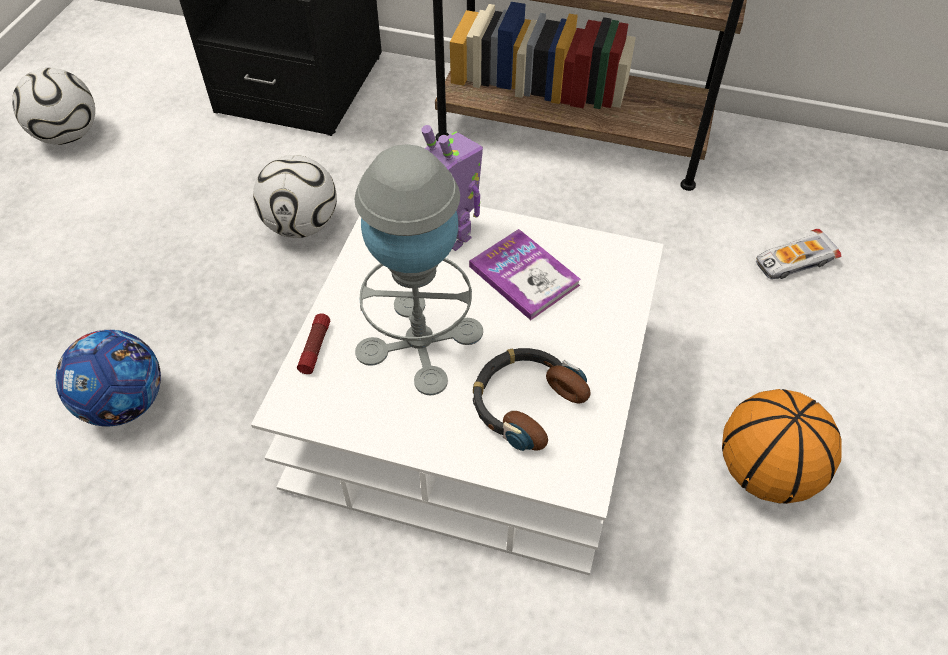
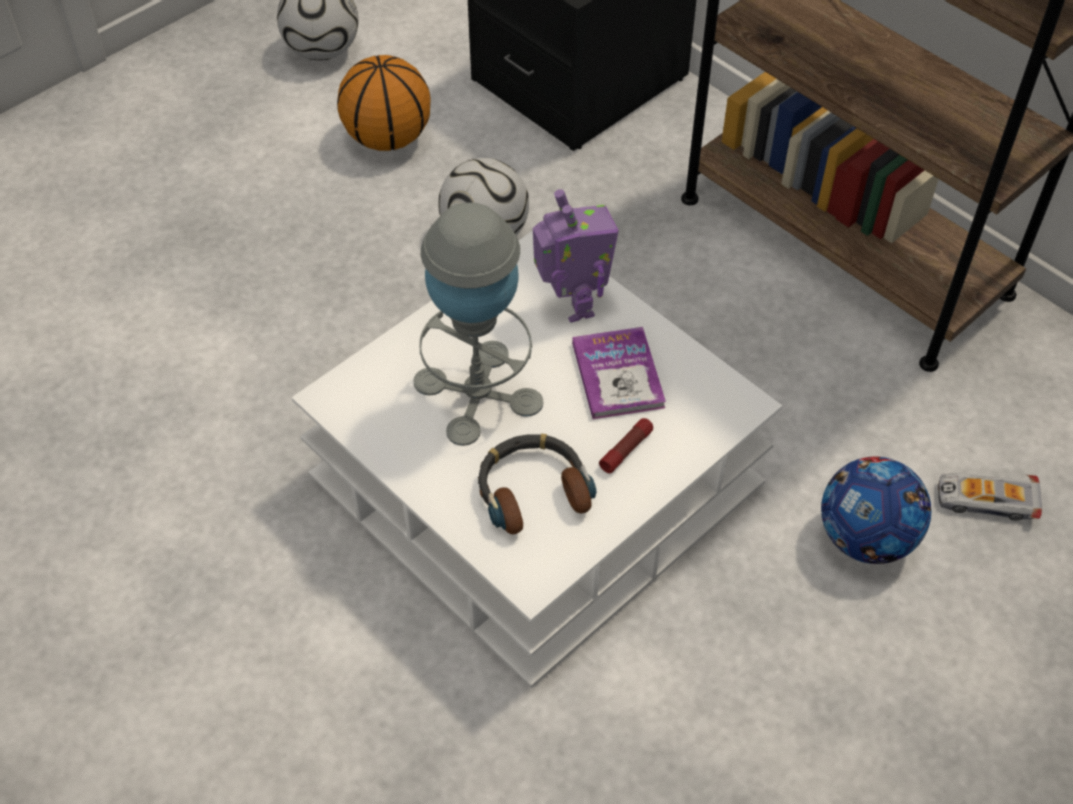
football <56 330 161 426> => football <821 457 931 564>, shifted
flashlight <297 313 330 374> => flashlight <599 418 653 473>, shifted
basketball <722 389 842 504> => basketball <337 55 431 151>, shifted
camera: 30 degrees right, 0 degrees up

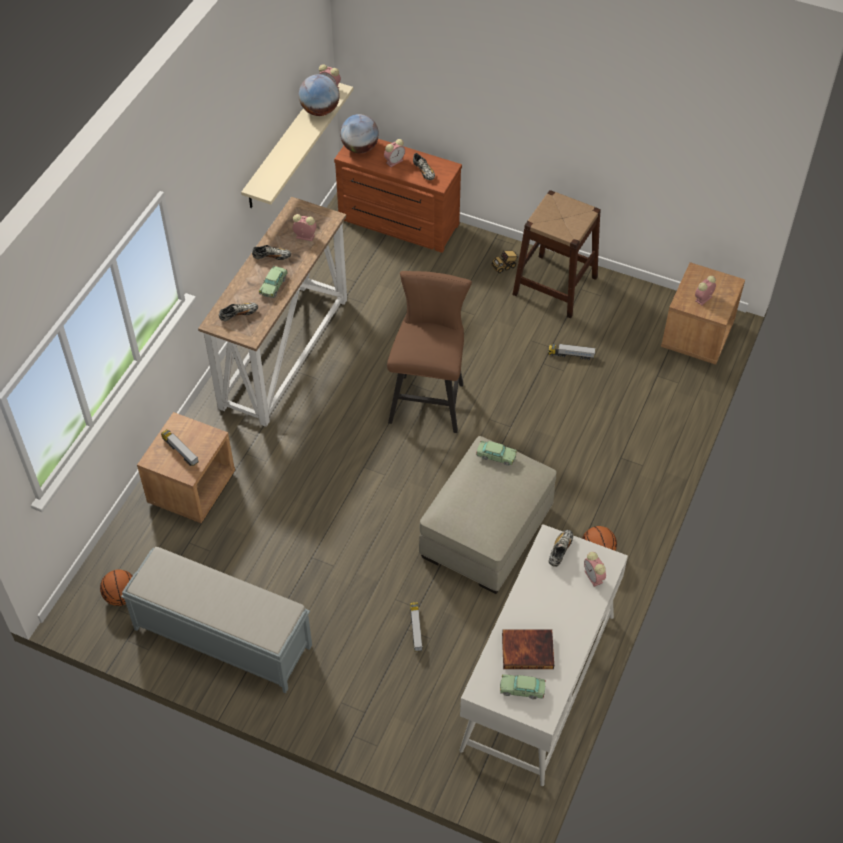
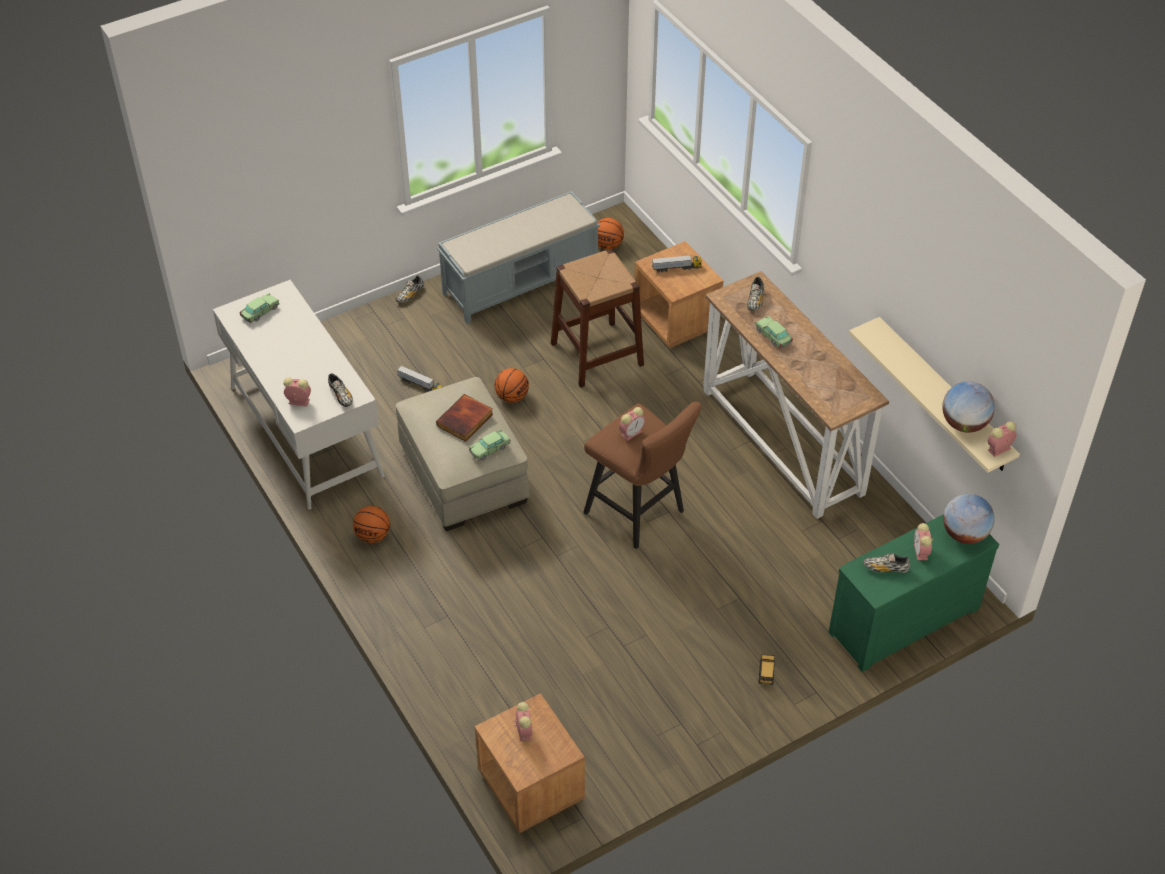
shoe <252 245 291 260> => shoe <396 275 424 303>, shifted
alarm clock <293 214 316 241> => alarm clock <619 407 645 441>, shifted
dresser/brown <334 139 462 253> => dresser/green <828 515 999 672>
book <502 629 554 669> => book <436 394 493 442>, shifted
stool/brown <512 190 601 318> => stool/brown <551 249 644 388>, shifted
toy truck <548 344 595 360> => nothing
nothing => basketball <494 368 529 403>
camera: 125 degrees right, 5 degrees down

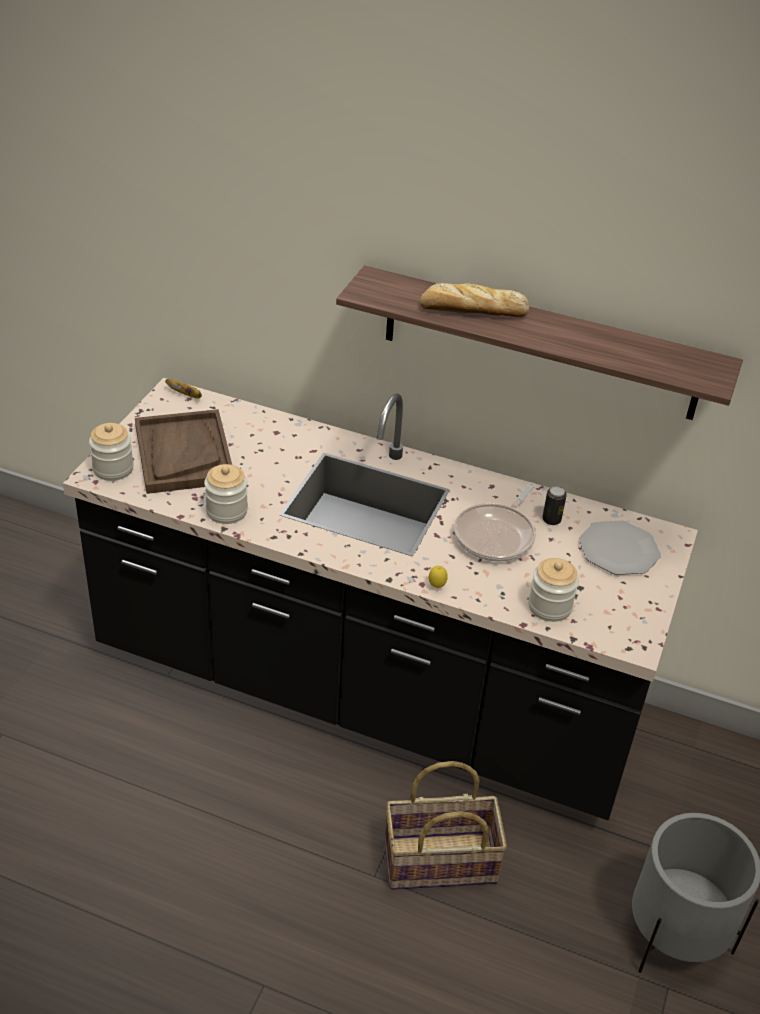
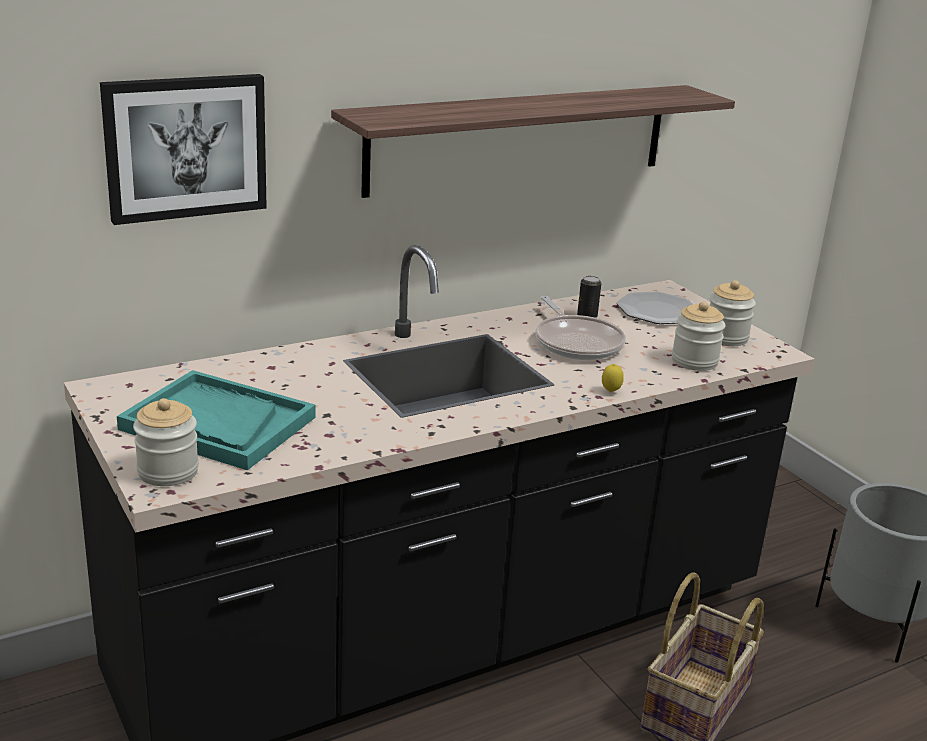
tray/brown <135 409 232 494> => tray/turquoise <117 370 315 470>
banana <165 379 202 399> => nothing
jar <204 464 248 524> => jar <709 280 756 346>, shifted
bread <420 283 530 317> => nothing
nothing => picture <100 74 267 225>
camera: 50 degrees left, 15 degrees down

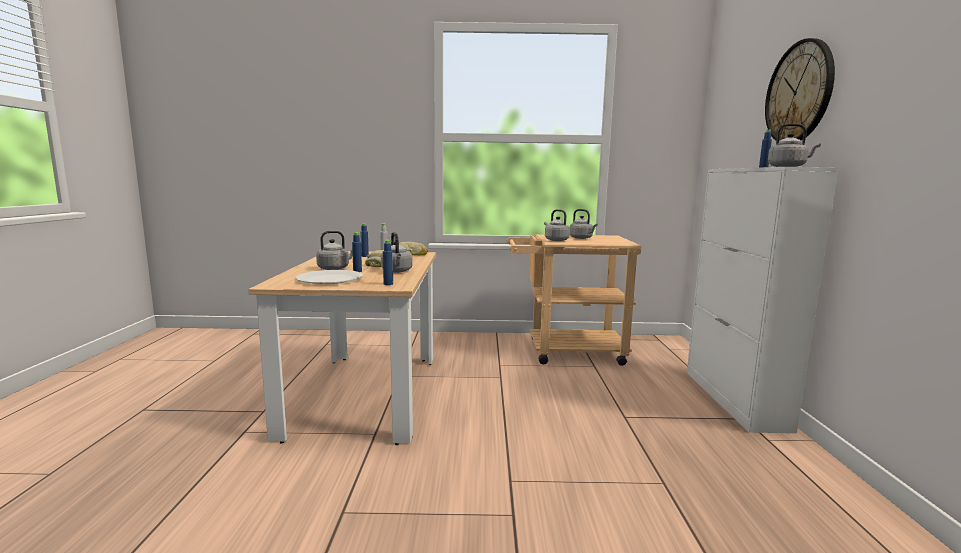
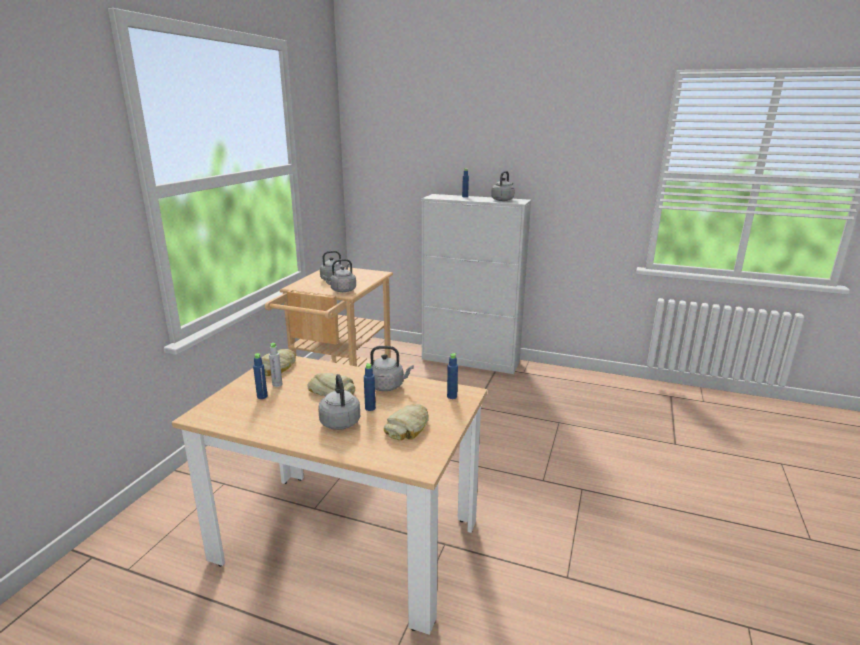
plate/white <296 270 363 284> => bread <384 404 428 441>
wall clock <765 38 835 141> => nothing
camera: 70 degrees left, 10 degrees up

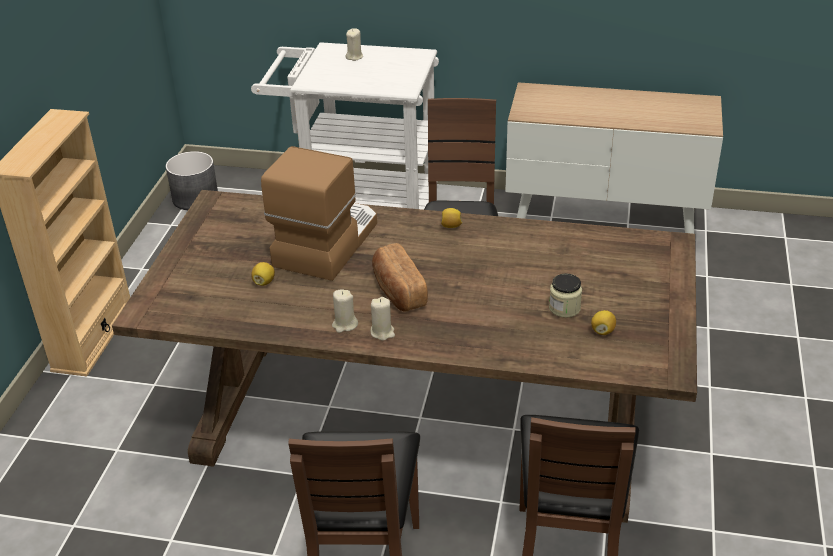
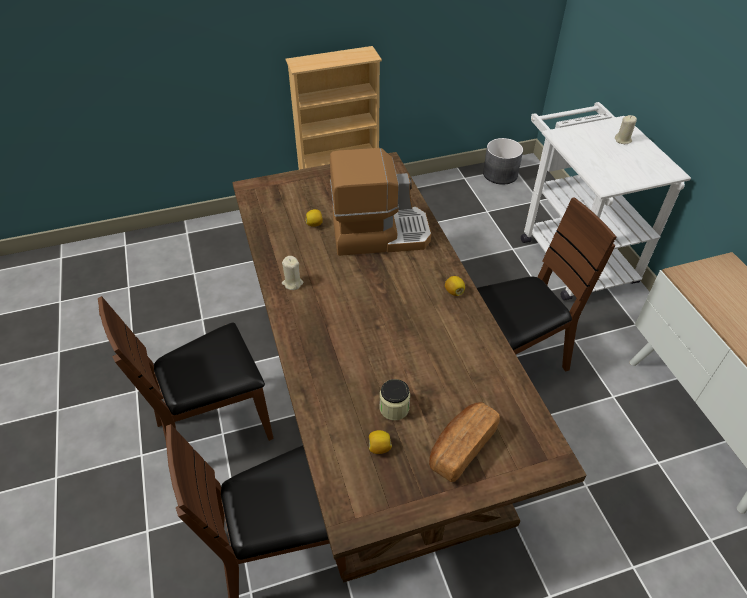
candle/beige <371 297 395 341> => nothing
bread <372 243 428 312> => bread <429 402 500 482>, shifted
camera: 60 degrees right, 10 degrees up

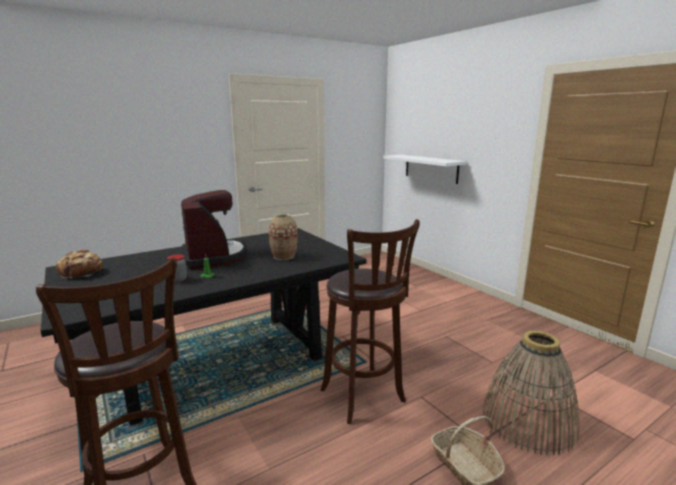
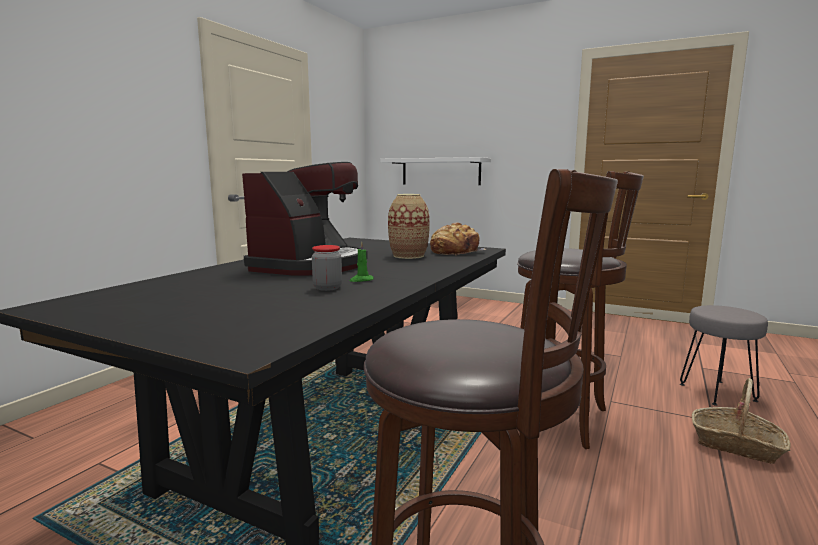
bread <55 249 103 278> => bread <430 222 487 256>, shifted
coffee machine <181 190 247 269> => coffee machine <242 162 368 275>, 75 degrees clockwise
basket <483 331 579 455> => stool/grey <680 305 768 406>
camera: 30 degrees left, 5 degrees down

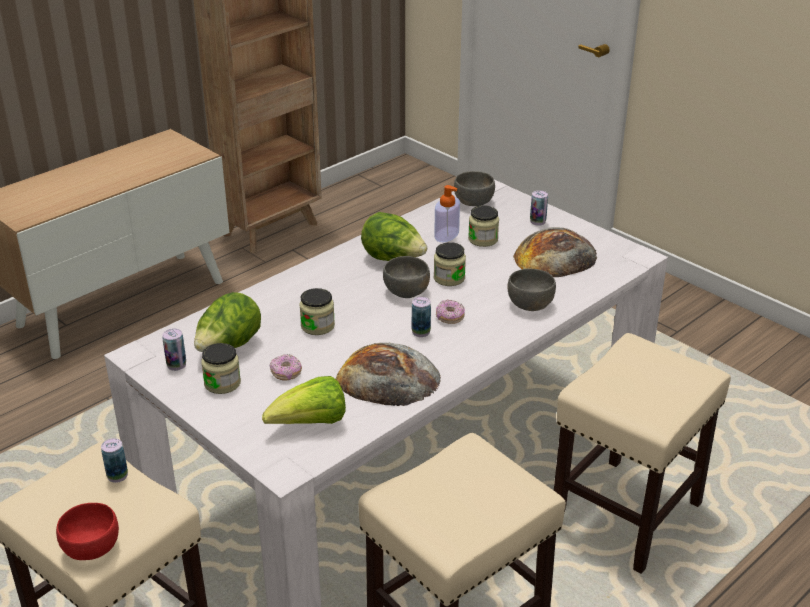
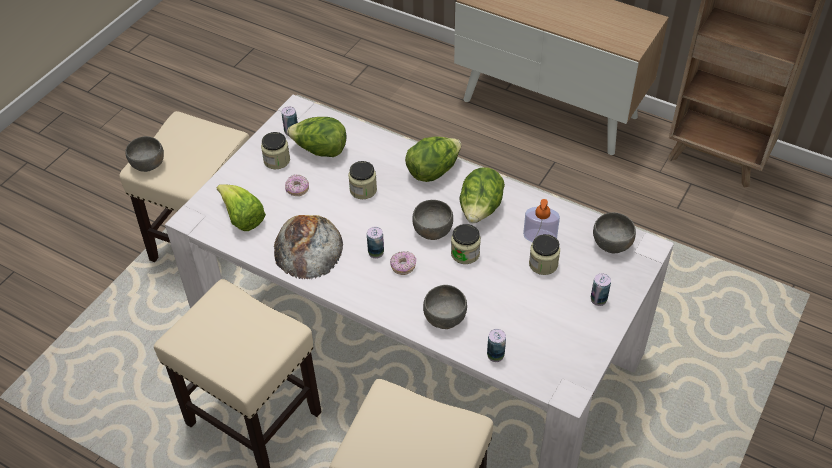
bowl/red <56 503 119 560> => bowl/grey <125 136 164 172>
can <101 438 128 483> => can <487 329 506 362>, shifted
bread <513 227 597 277> => nothing
nothing => lettuce <405 136 462 182>
camera: 75 degrees right, 15 degrees up

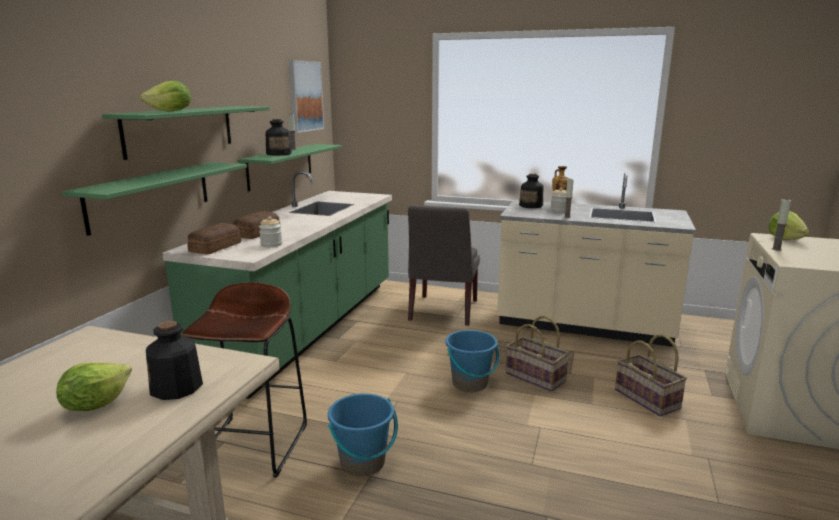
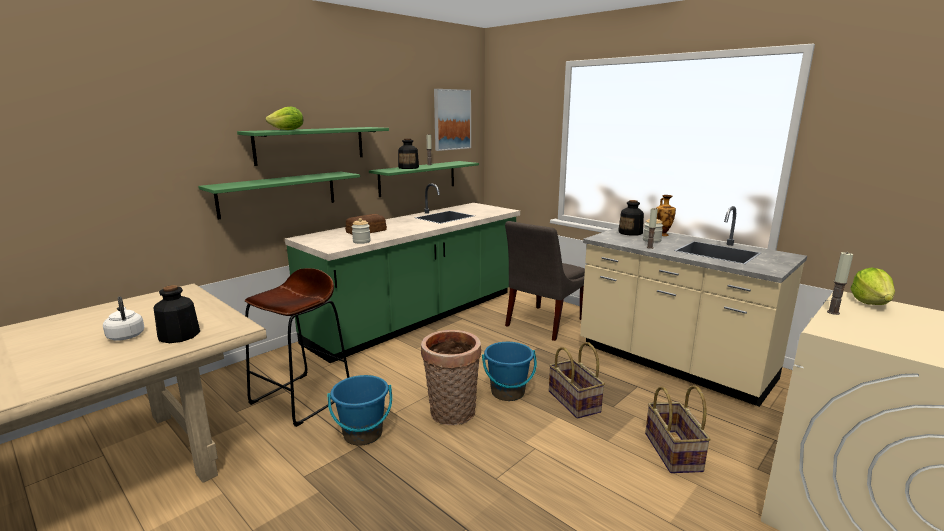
lettuce <56 363 132 411> => kettle/white <103 296 144 341>
bread <188 223 241 254> => nothing
nothing => basket <421 330 481 425>
camera: 25 degrees right, 0 degrees up

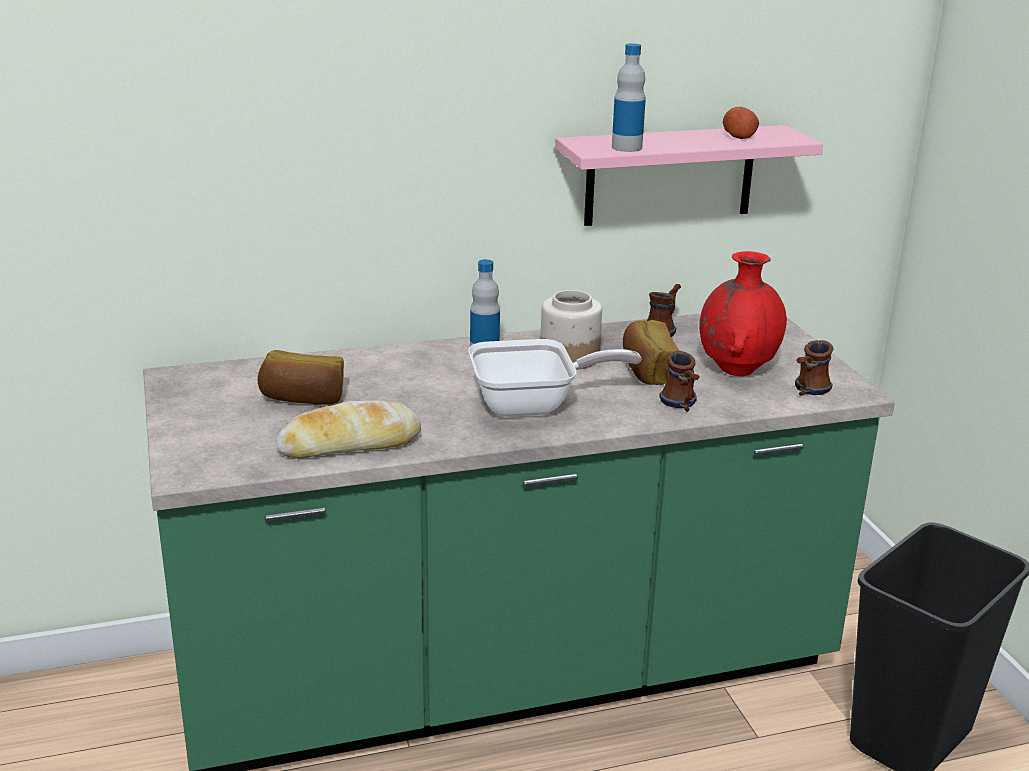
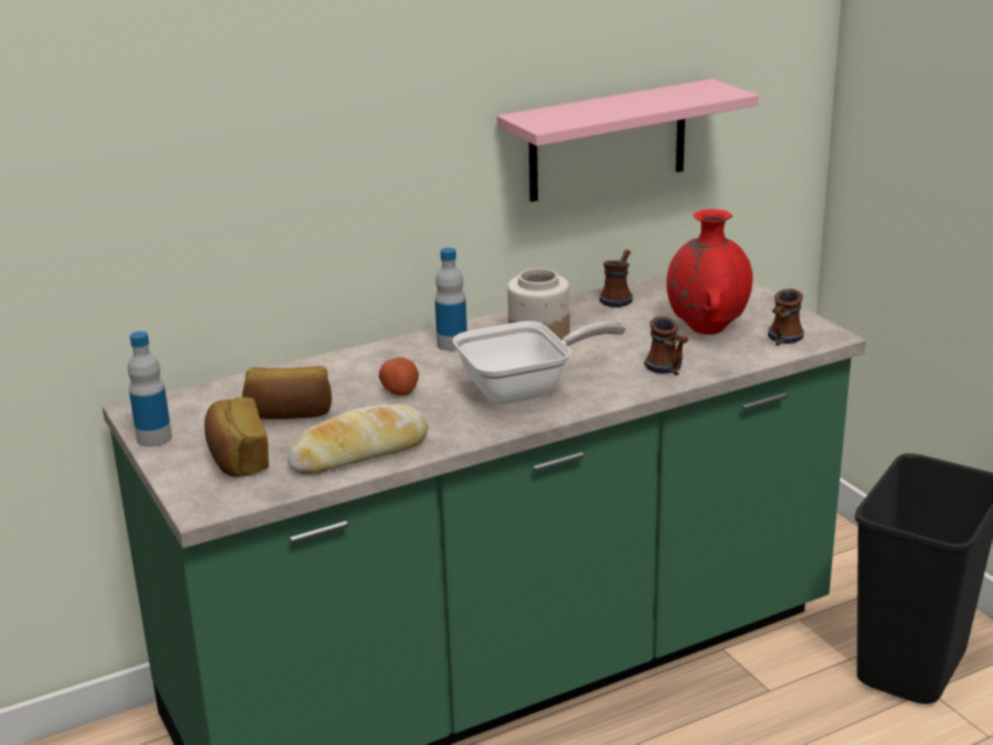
bottle <612 43 646 152> => bottle <128 331 172 447>, shifted
bread <623 320 679 385> => bread <204 397 269 477>, shifted
potato <723 107 759 139> => potato <379 357 419 396>, shifted
camera: 10 degrees left, 0 degrees up

